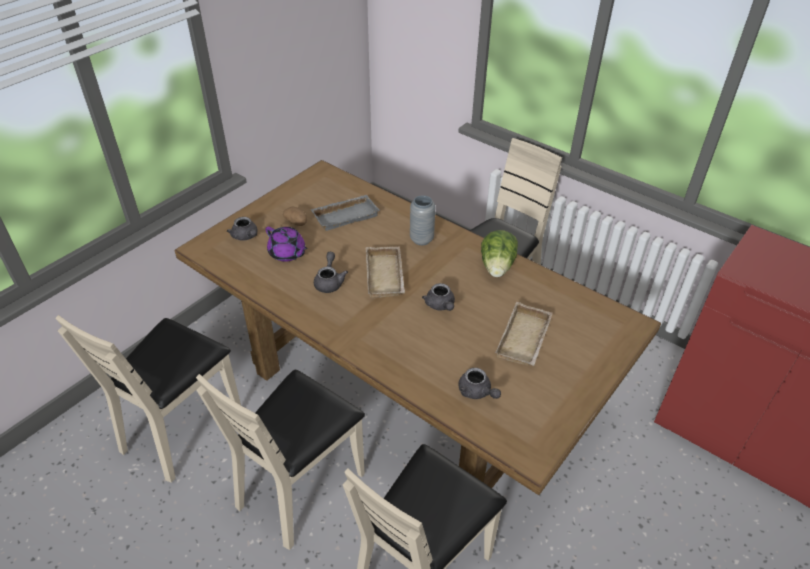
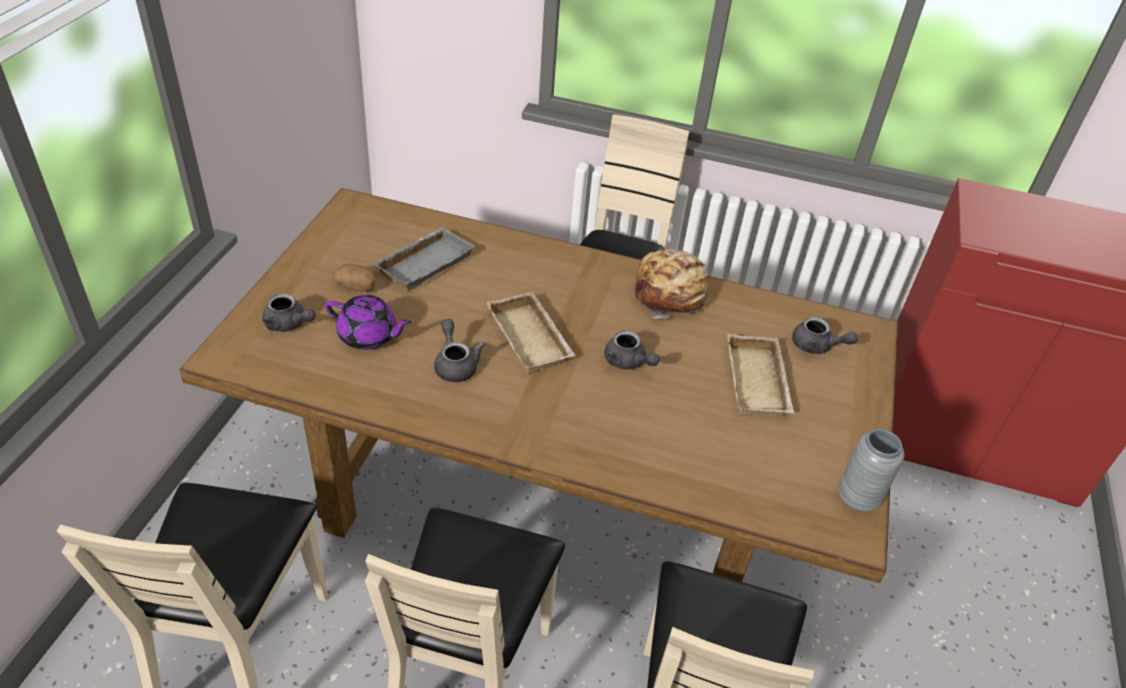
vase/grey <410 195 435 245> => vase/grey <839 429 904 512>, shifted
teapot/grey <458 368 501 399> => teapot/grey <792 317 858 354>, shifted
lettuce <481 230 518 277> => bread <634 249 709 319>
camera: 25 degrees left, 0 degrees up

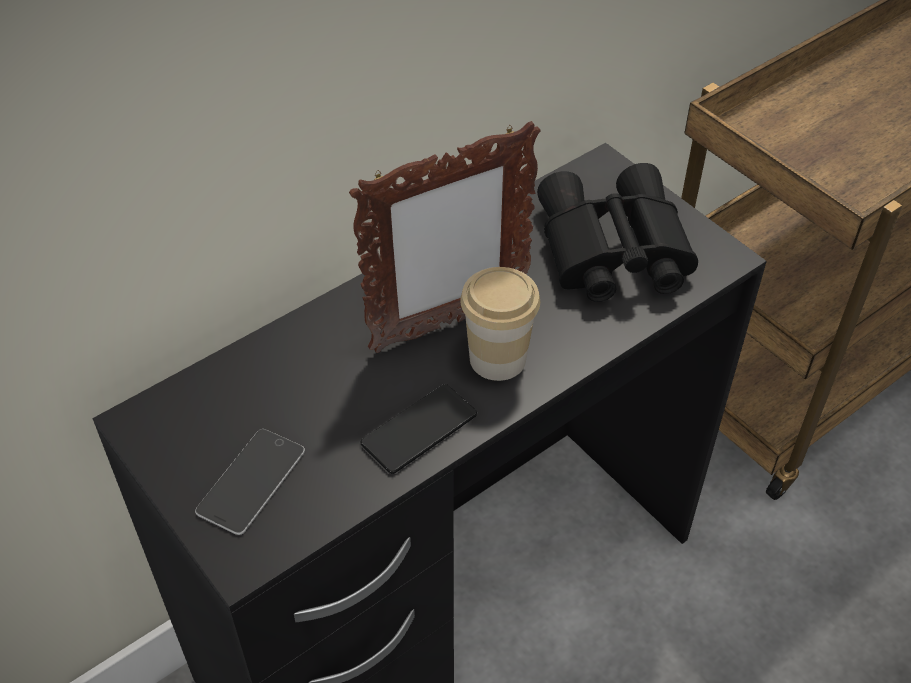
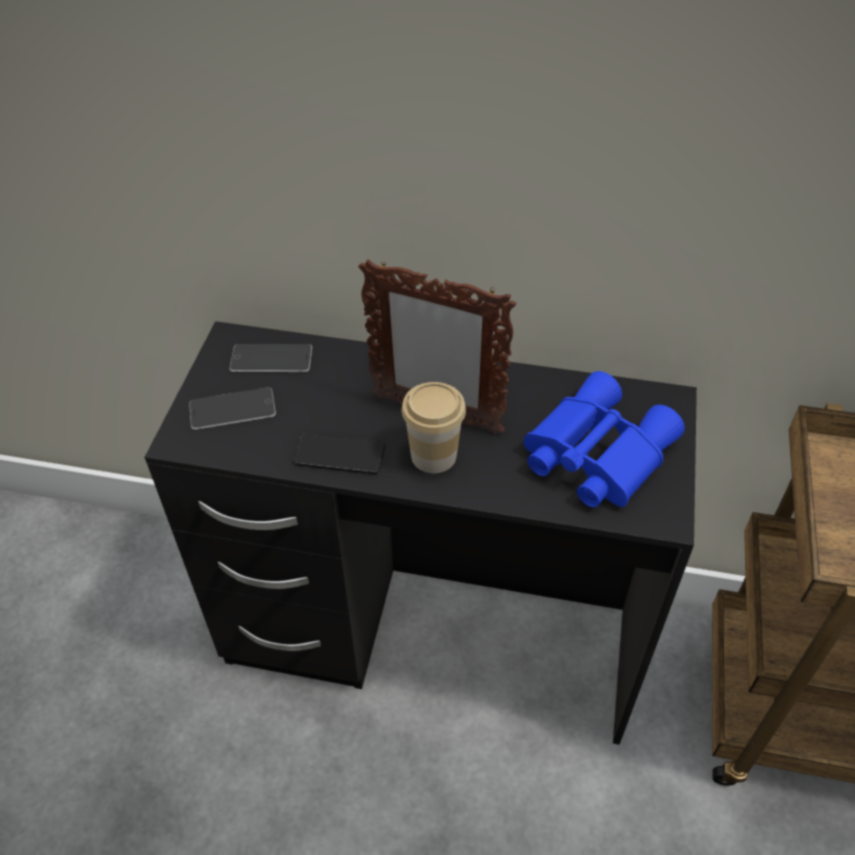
binoculars/black <537 163 698 302> => binoculars/blue <524 371 685 508>
nothing => phone <230 344 312 372>
camera: 50 degrees right, 0 degrees up

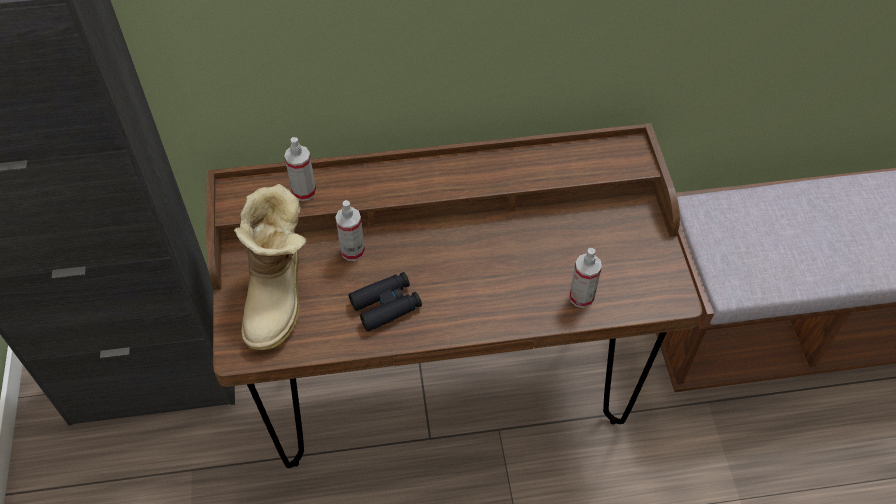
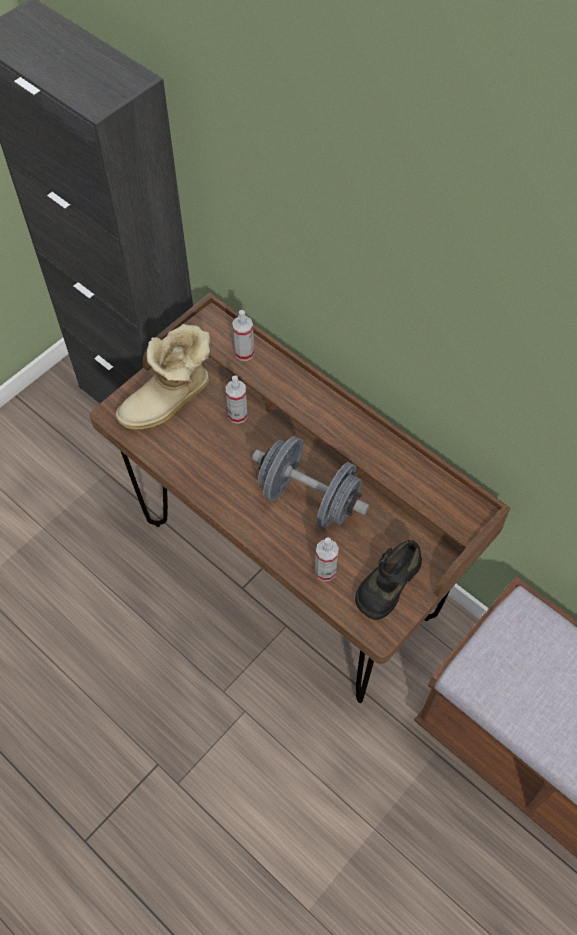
binoculars/black <349 272 422 332> => nothing
nothing => dumbbell/grey <252 436 369 528>
nothing => shoe/black <355 540 422 620>
camera: 50 degrees right, 5 degrees up

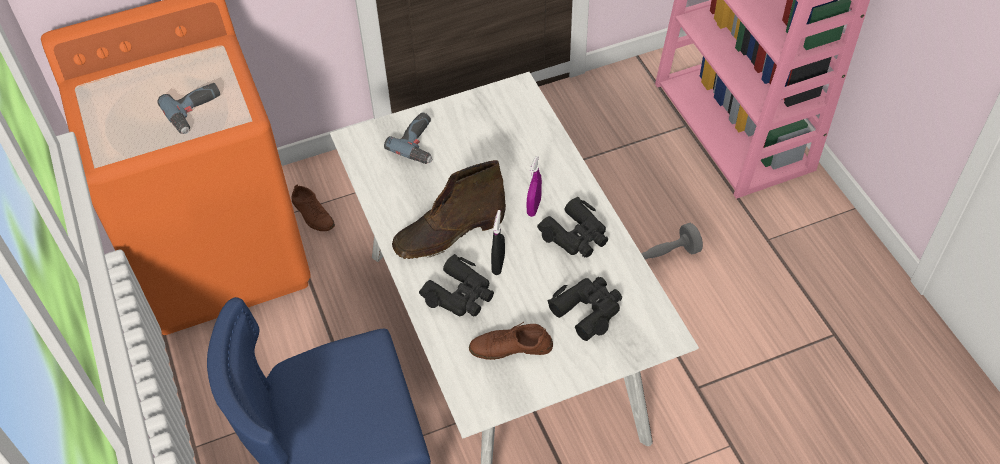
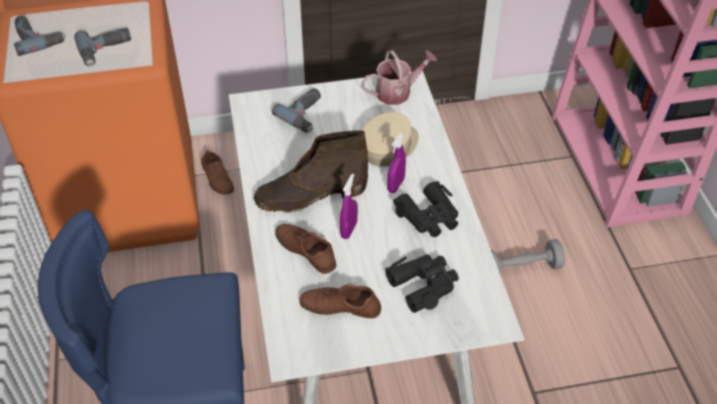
binoculars/black <419 254 494 316> => shoe/brown <275 224 336 274>
spray bottle/black <491 210 505 275> => spray bottle/purple <340 173 358 239>
nothing => power drill <14 16 66 56>
nothing => cap/beige <361 112 419 167>
nothing => watering can <362 50 437 105>
camera: 10 degrees right, 5 degrees down

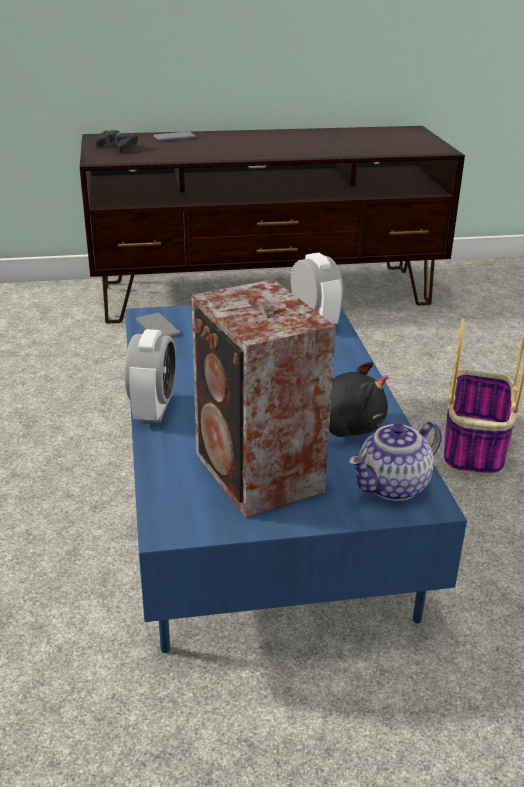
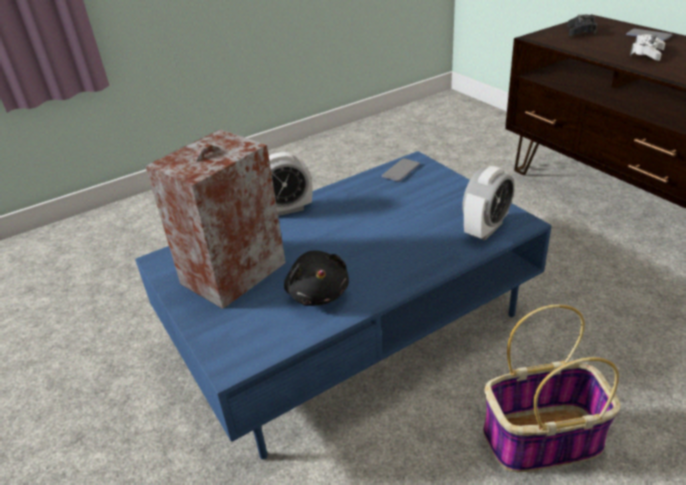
teapot <349 421 442 501> => nothing
nothing => game controller/white <630 35 665 61>
camera: 70 degrees right, 5 degrees up

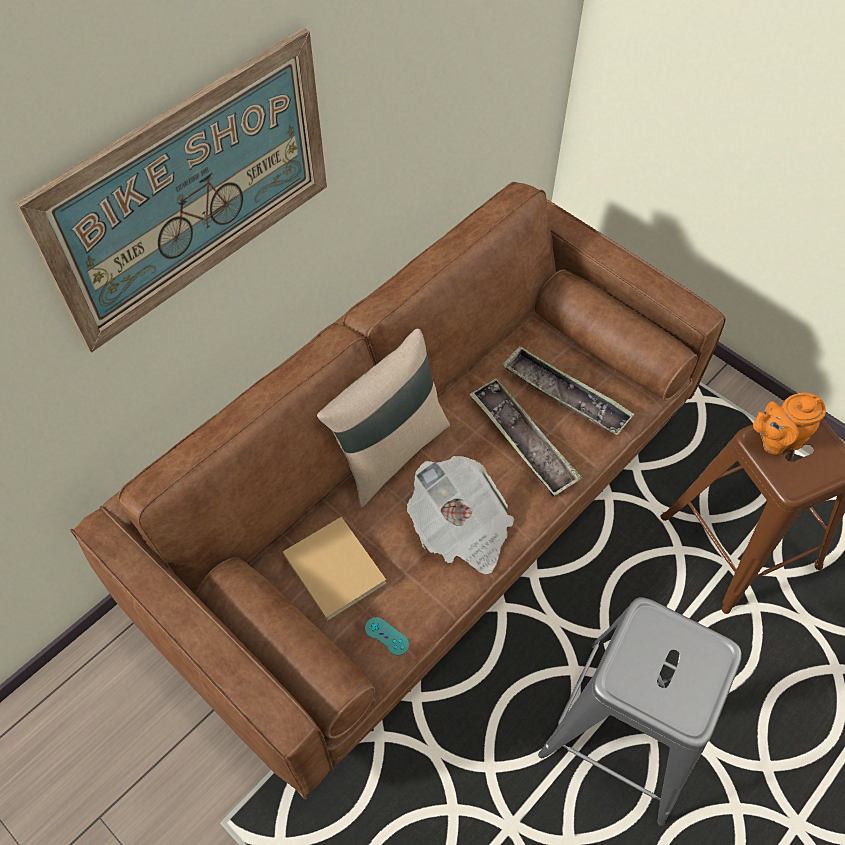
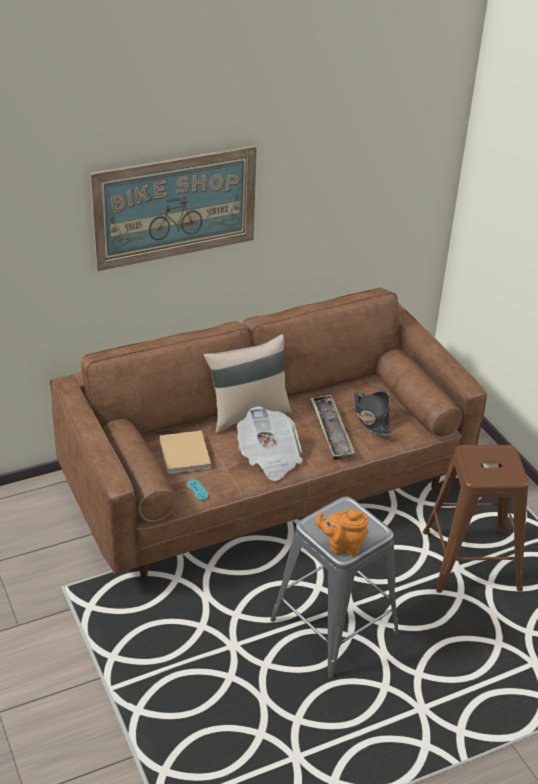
tray <502 346 634 435> => hat/black <354 391 393 436>
teapot/orange <753 393 826 455> => teapot/orange <315 510 369 556>, shifted
camera: 20 degrees right, 20 degrees down

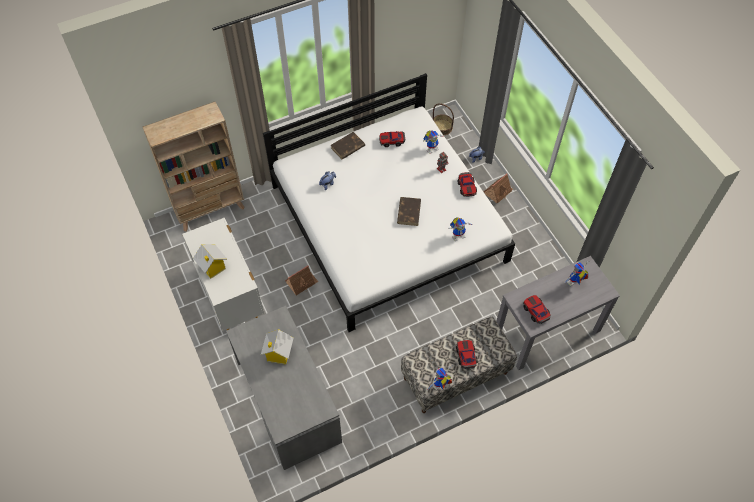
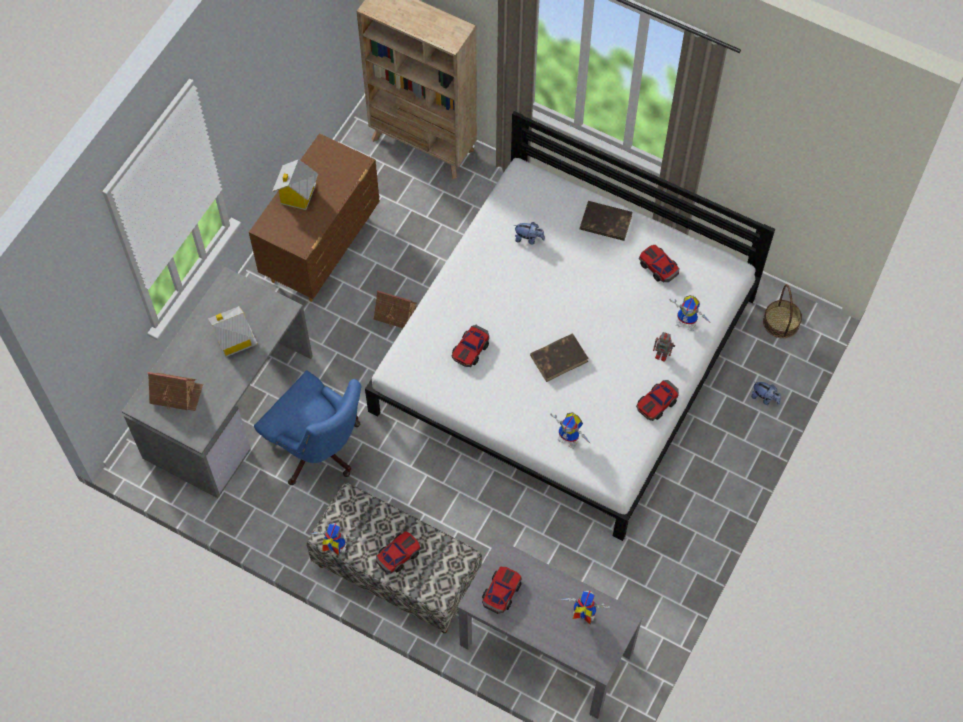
dresser/white <182 218 264 331> => dresser/brown <249 133 380 302>
toy house <484 174 513 203> => toy house <148 372 203 411>, shifted
nothing => office chair/blue <254 370 362 485>
nothing => toy car <452 325 489 367>
camera: 55 degrees right, 5 degrees up

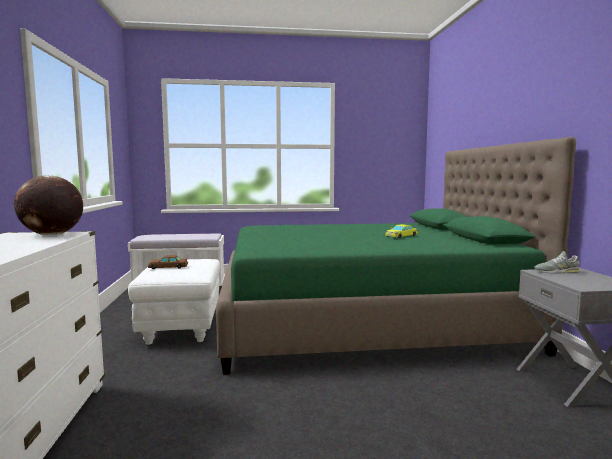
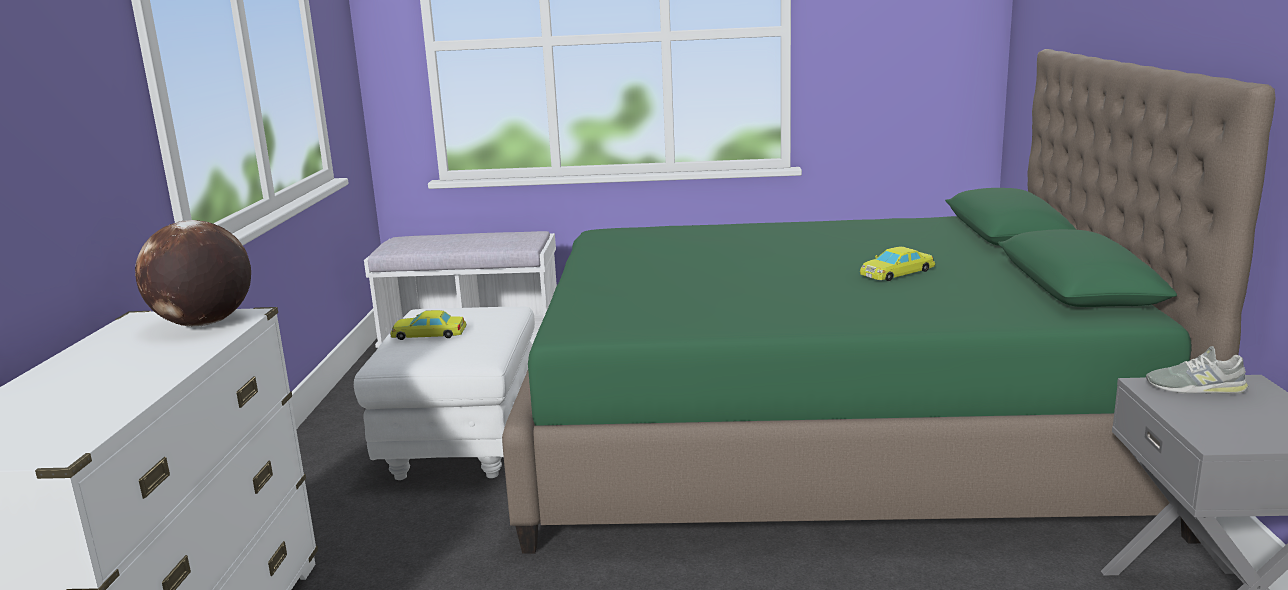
toy car/brown <148 255 188 269> => toy car/yellow <390 310 466 340>
camera: 10 degrees right, 10 degrees up

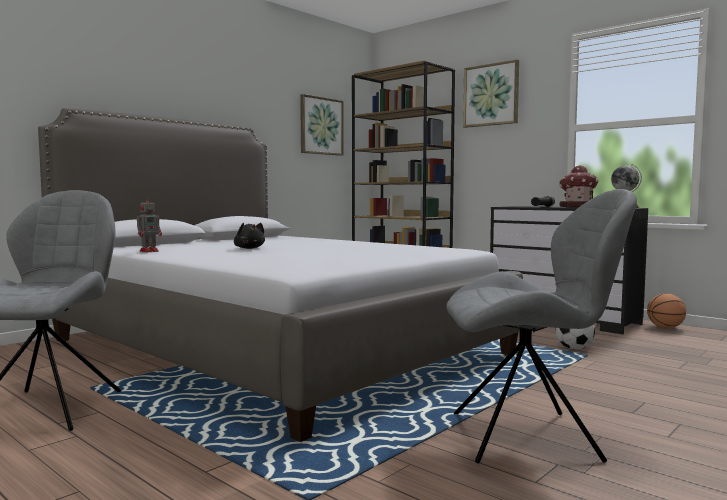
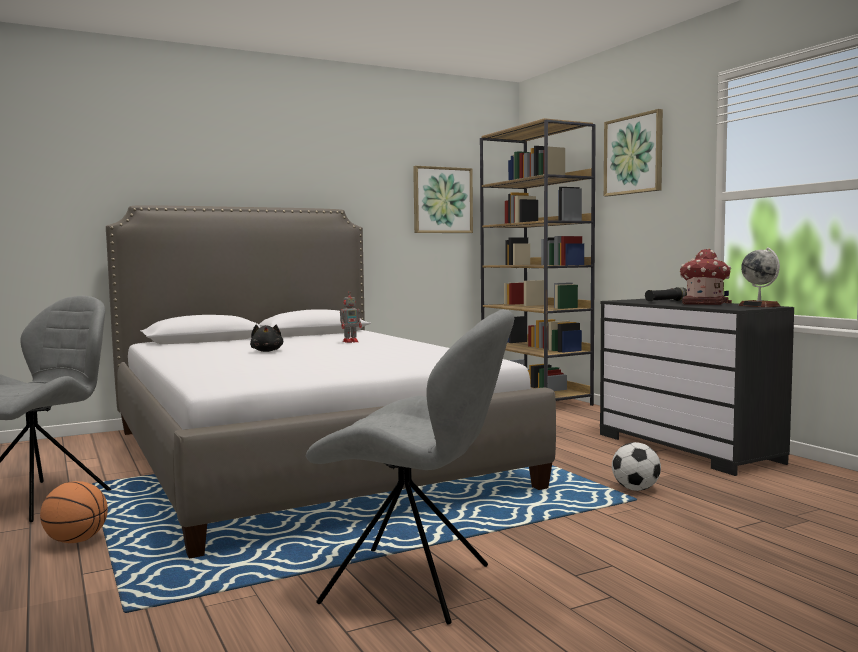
toy robot <137 196 162 252> => toy robot <340 292 362 343>, shifted
basketball <647 293 686 328> => basketball <40 481 108 543>, shifted
camera: 20 degrees right, 0 degrees up

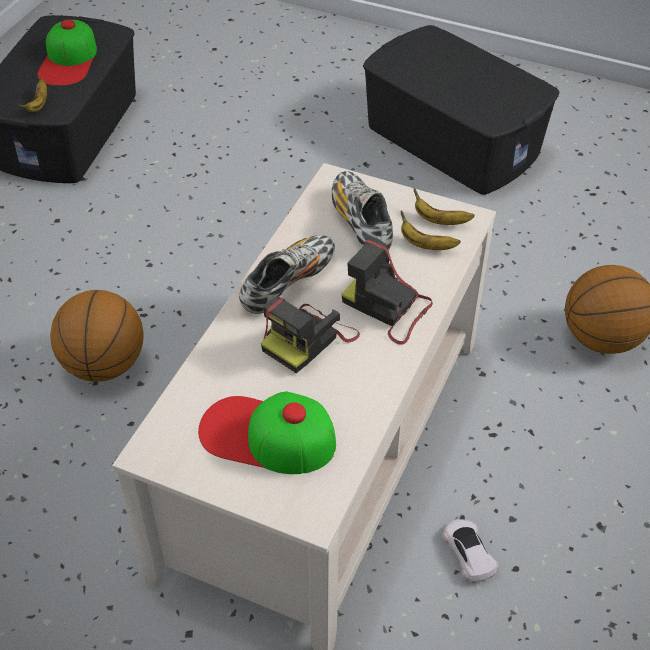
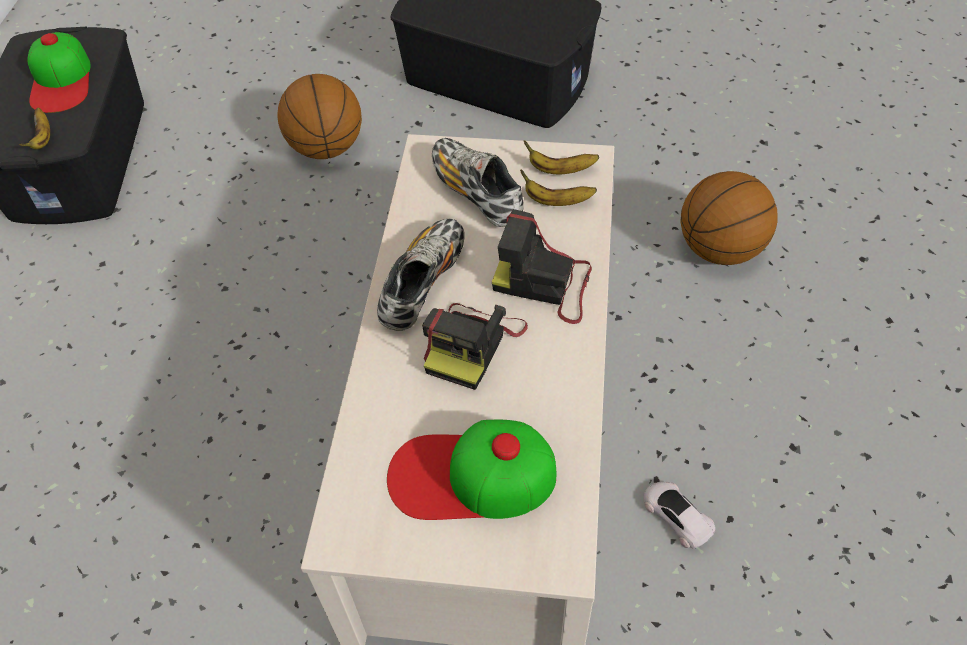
basketball <50 290 144 382> => basketball <278 74 362 159>, shifted
camera: 15 degrees left, 5 degrees up

